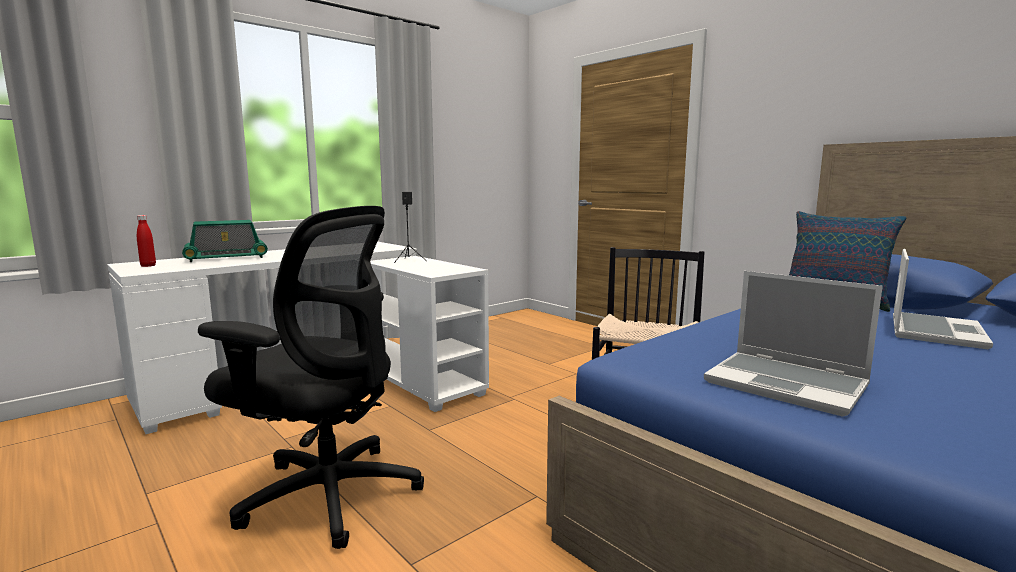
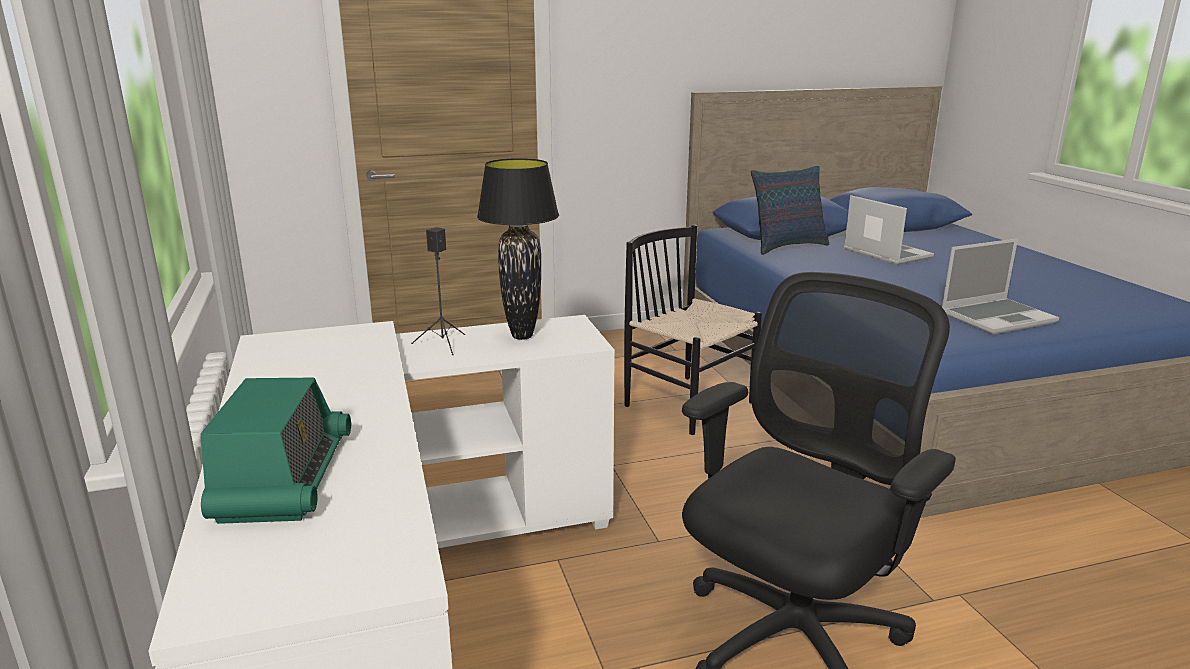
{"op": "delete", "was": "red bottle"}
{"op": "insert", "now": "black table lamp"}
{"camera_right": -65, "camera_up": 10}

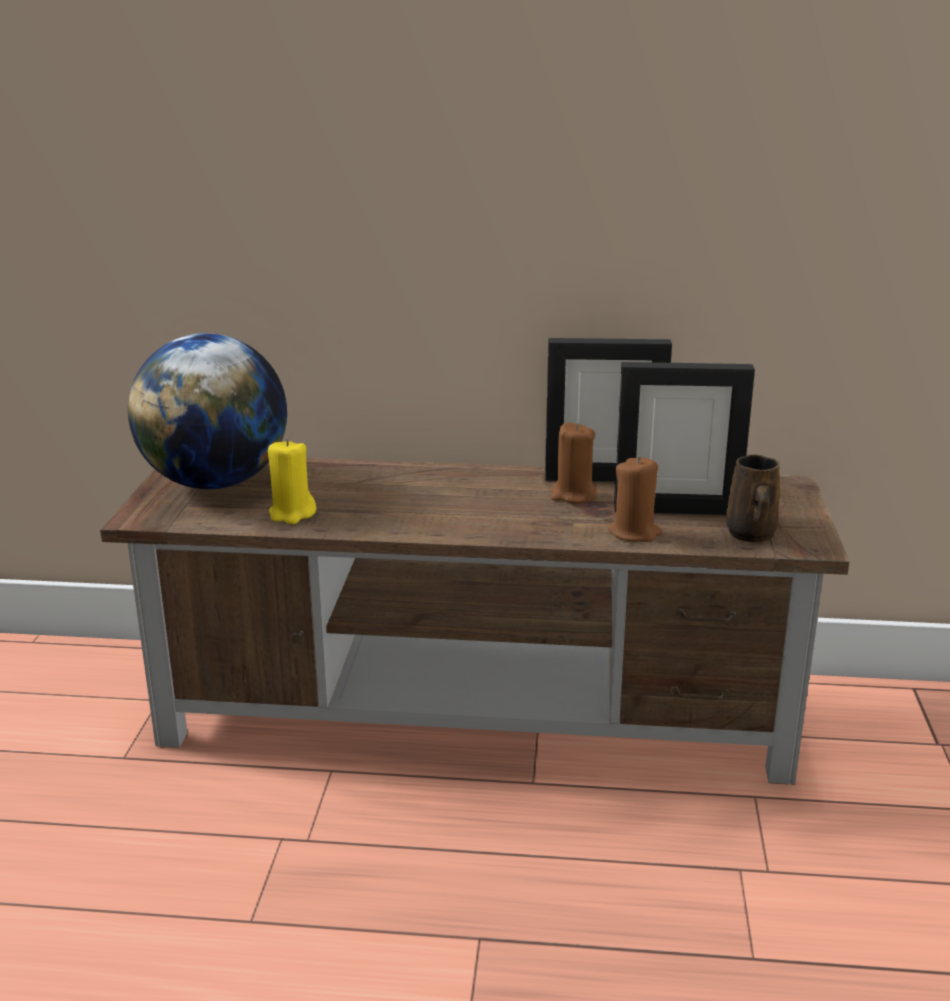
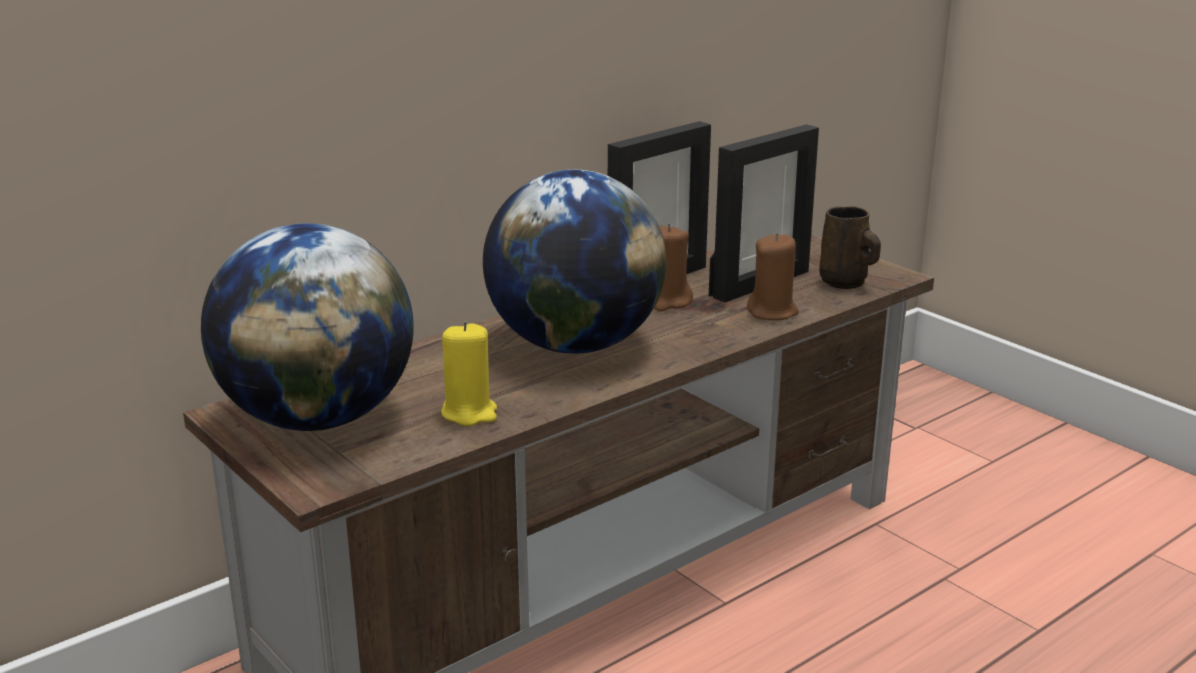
{"op": "insert", "now": "globe (2nd from left)"}
{"camera_right": -45, "camera_up": 0}

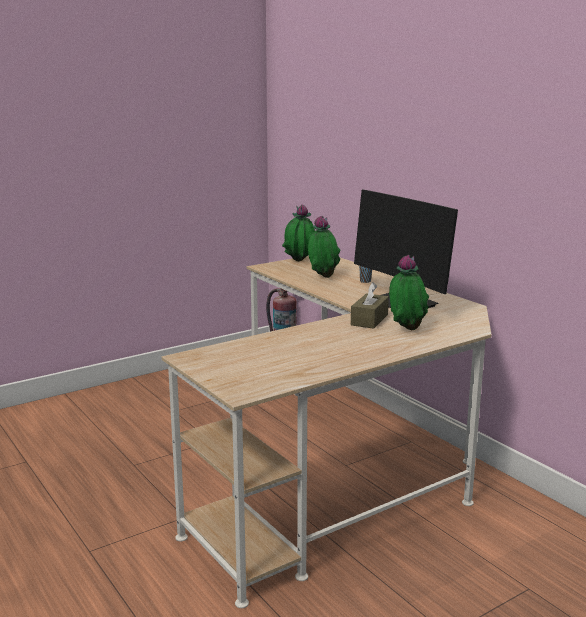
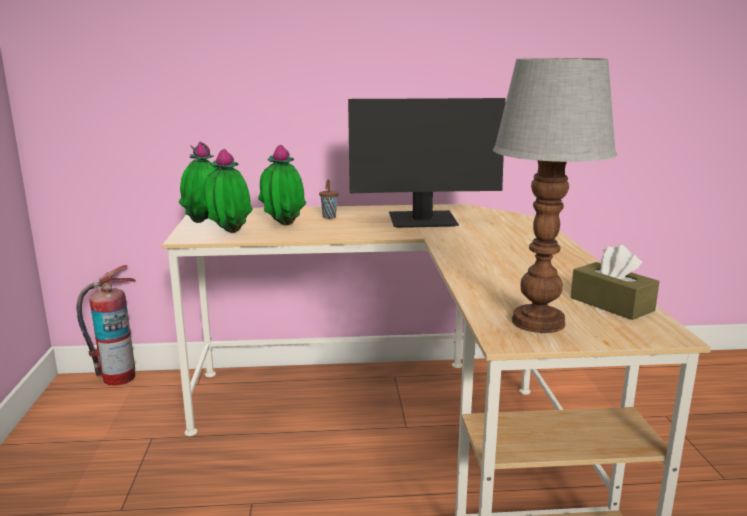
{"op": "move", "was": "potted plant (3rd from left in the first image)", "now": "potted plant (2nd from left)"}
{"op": "move", "was": "brown tissue box"}
{"op": "insert", "now": "table lamp"}
{"camera_right": -60, "camera_up": 0}

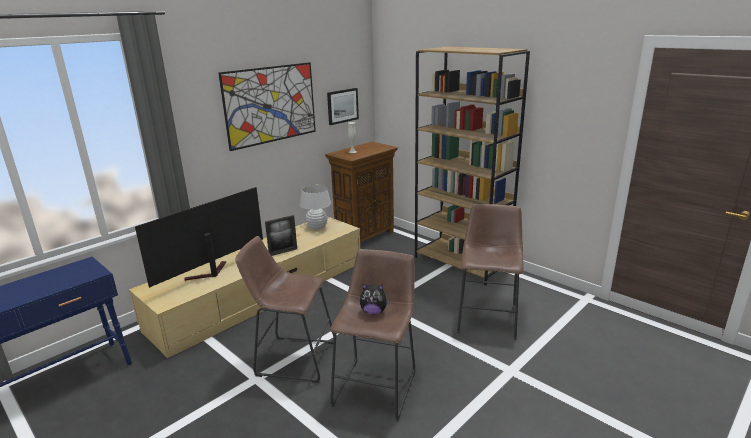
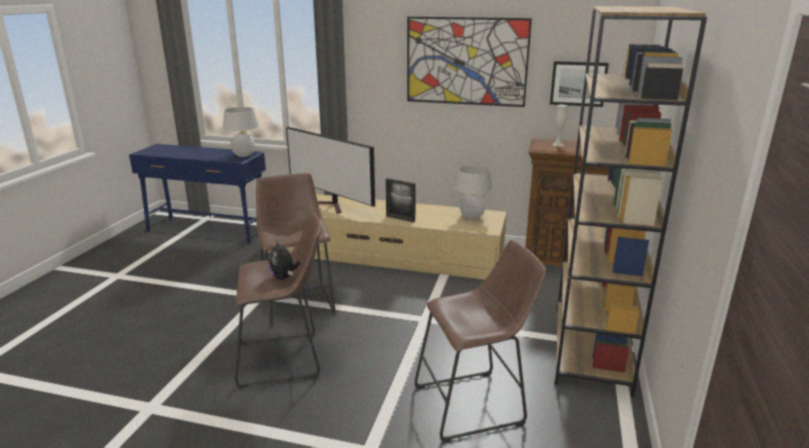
{"op": "rotate", "was": "television", "clockwise": -150}
{"op": "insert", "now": "white table lamp (1st from left)"}
{"camera_right": 60, "camera_up": 0}

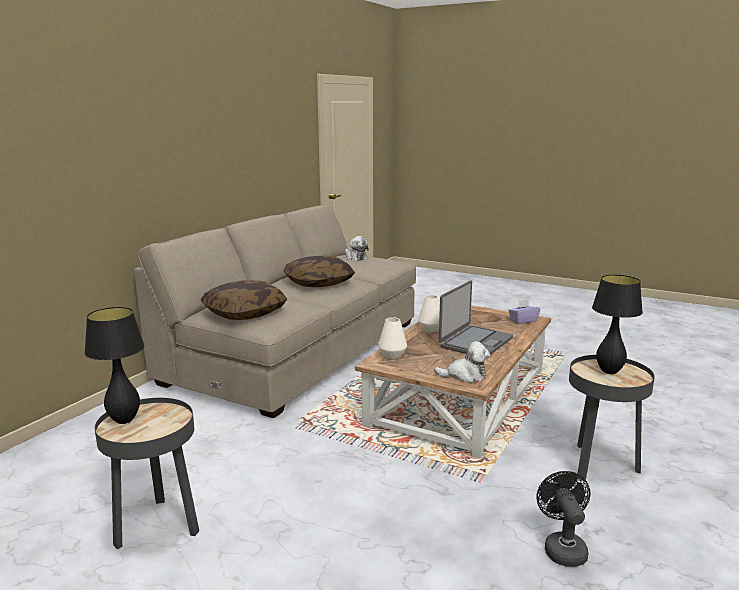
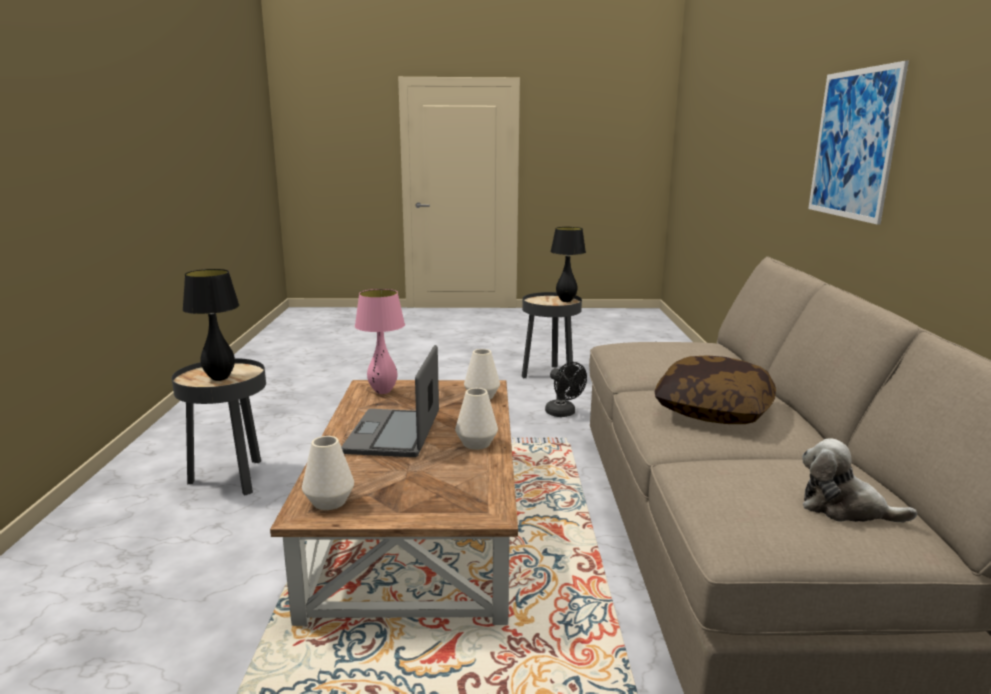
{"op": "delete", "was": "pillow (1st from left)"}
{"op": "replace", "was": "purple tissue box", "now": "white vase (1st from left)"}
{"op": "replace", "was": "plush toy (2nd from left)", "now": "pink table lamp"}
{"op": "move", "was": "black fan"}
{"op": "insert", "now": "picture"}
{"camera_right": 150, "camera_up": 0}

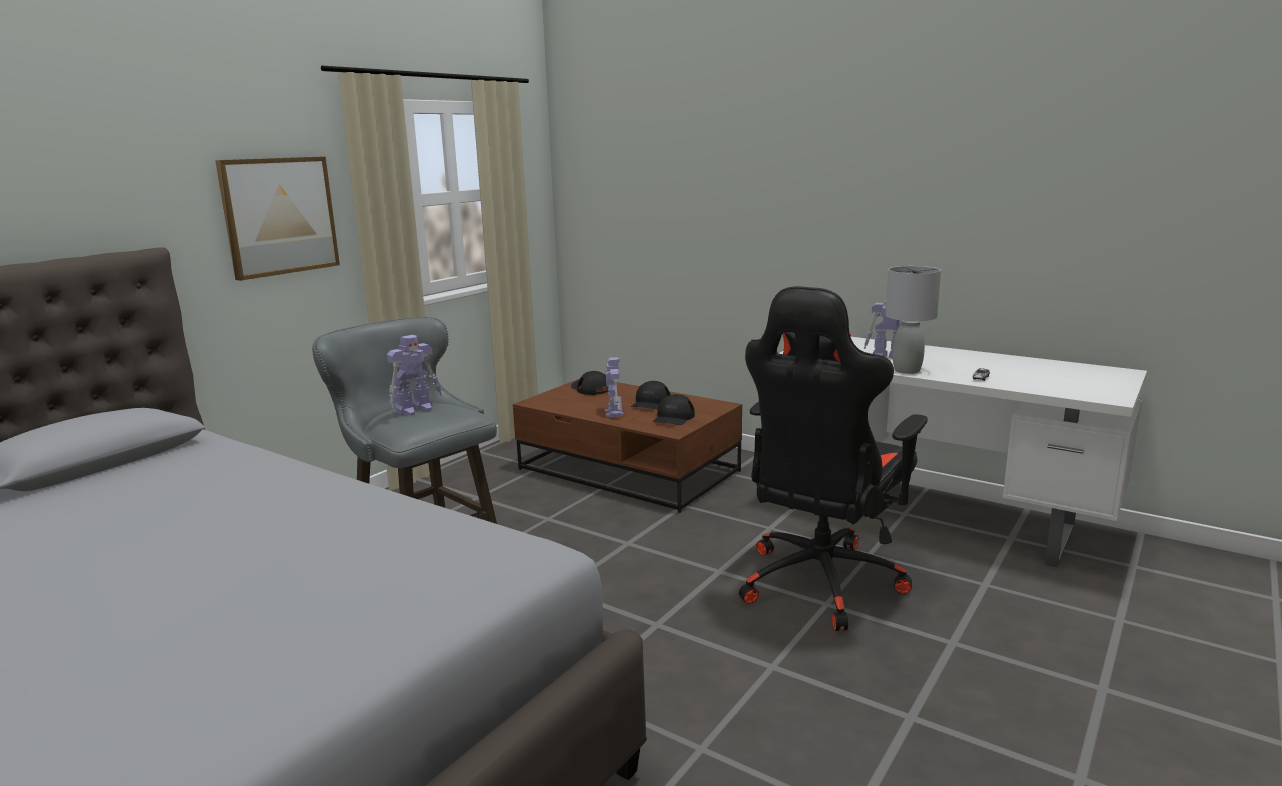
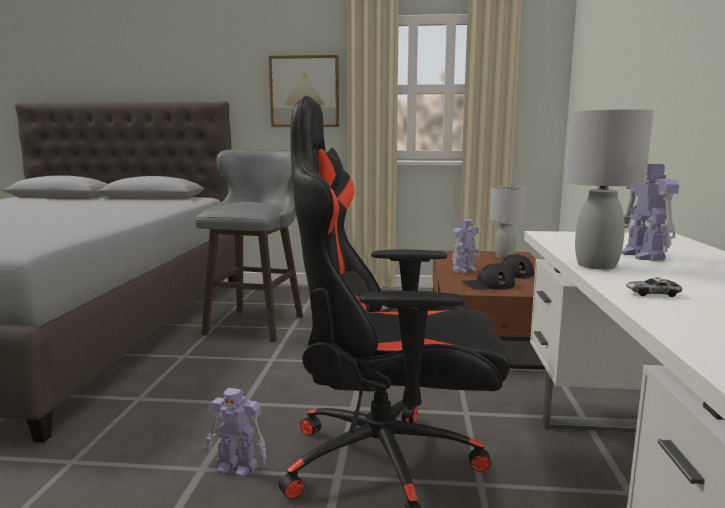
{"op": "move", "was": "toy robot (1st from left)"}
{"op": "replace", "was": "black cap (1st from left)", "now": "grey table lamp (1st from left)"}
{"camera_right": 60, "camera_up": -5}

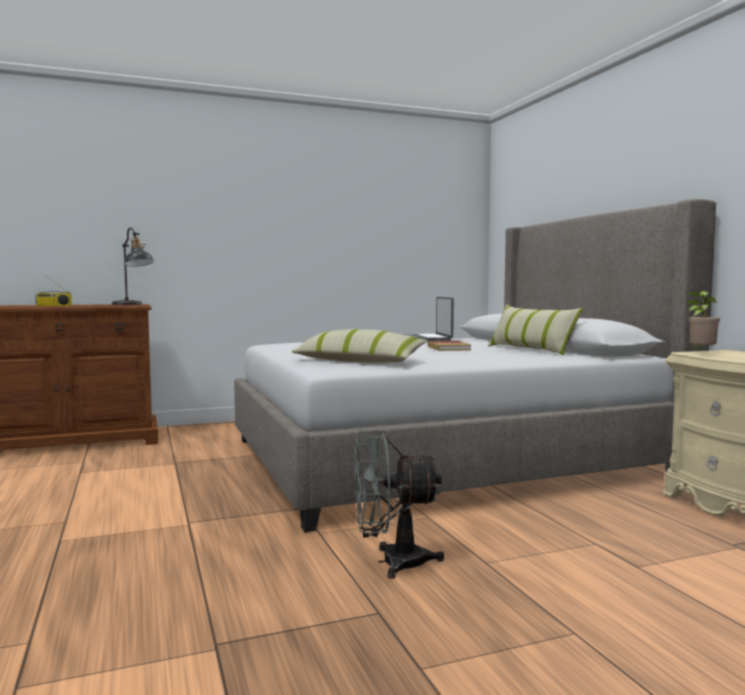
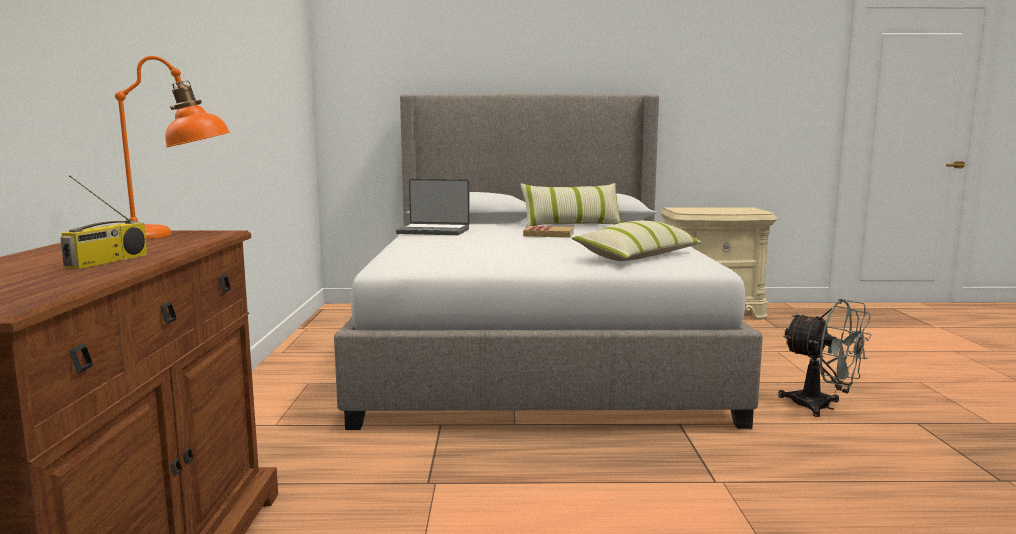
{"op": "recolor", "was": "grey table lamp", "now": "orange table lamp"}
{"op": "delete", "was": "potted plant"}
{"op": "rotate", "was": "grey fan", "clockwise": -60}
{"camera_right": -70, "camera_up": 5}

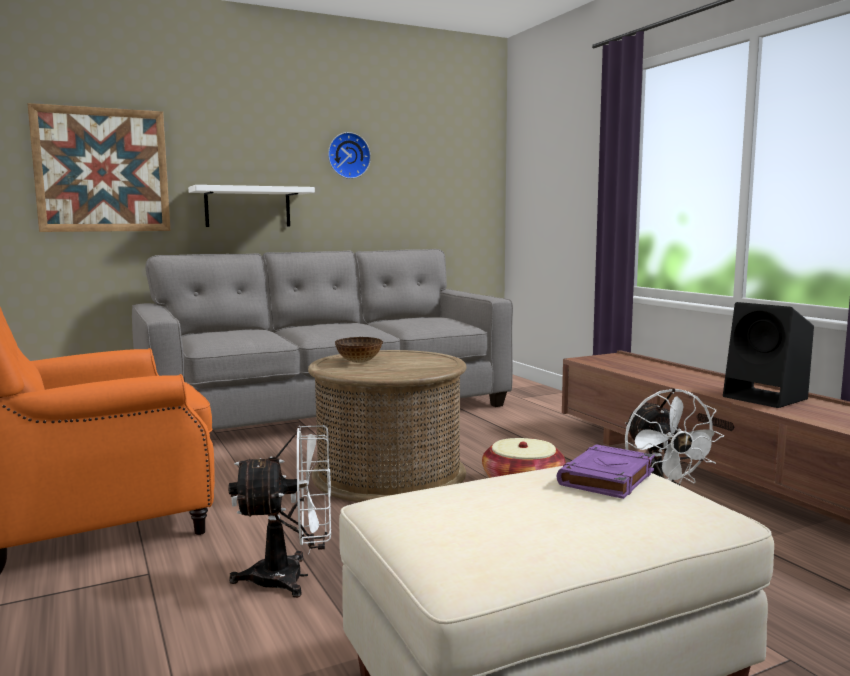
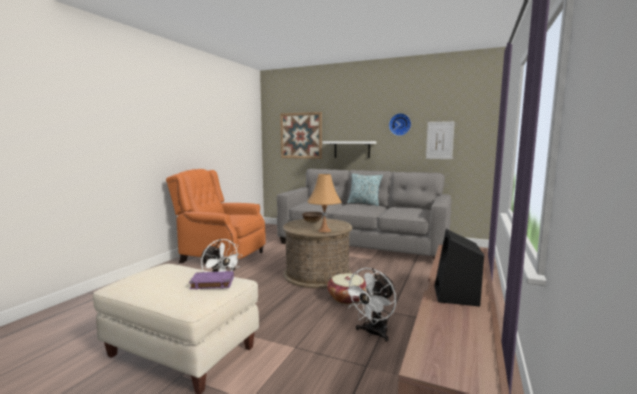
{"op": "insert", "now": "picture (2nd from left)"}
{"op": "insert", "now": "orange table lamp"}
{"op": "insert", "now": "pillow"}
{"camera_right": 50, "camera_up": 0}

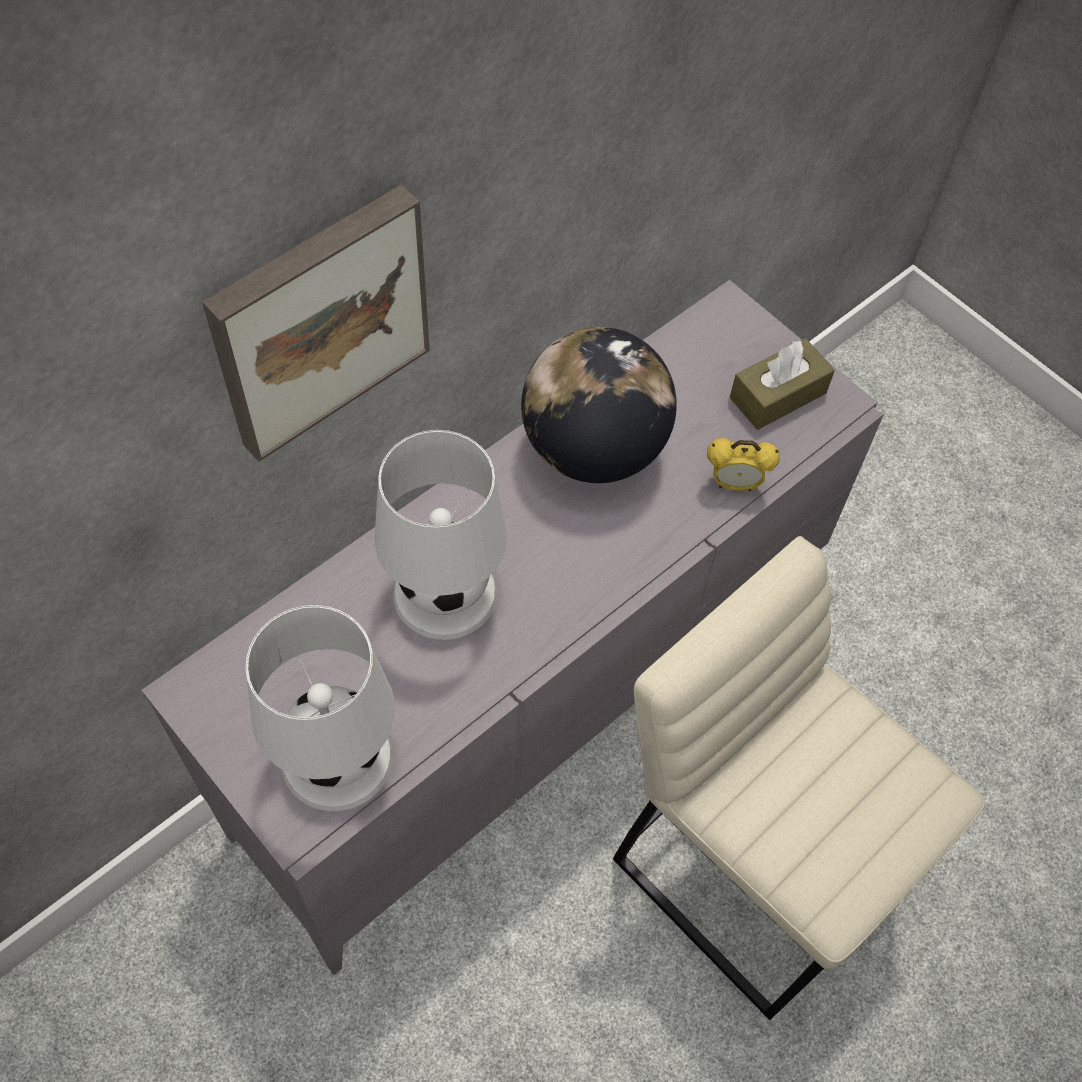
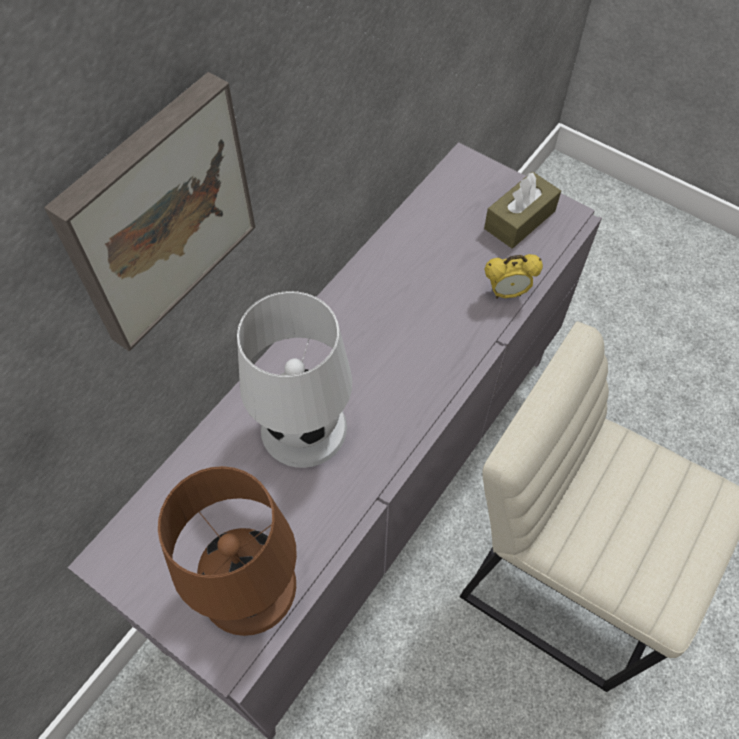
{"op": "delete", "was": "globe"}
{"op": "recolor", "was": "white table lamp (1st from left)", "now": "brown table lamp"}
{"camera_right": -10, "camera_up": 0}

